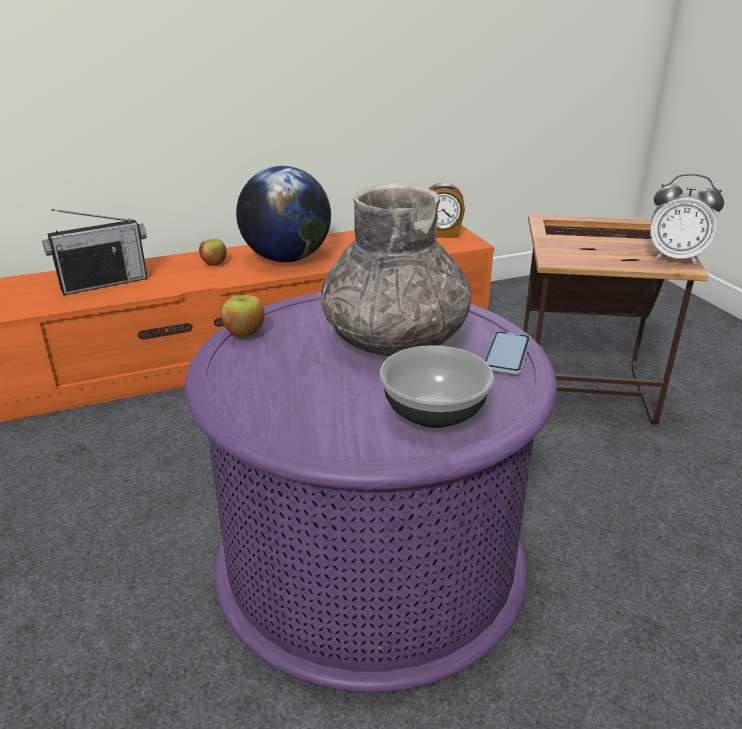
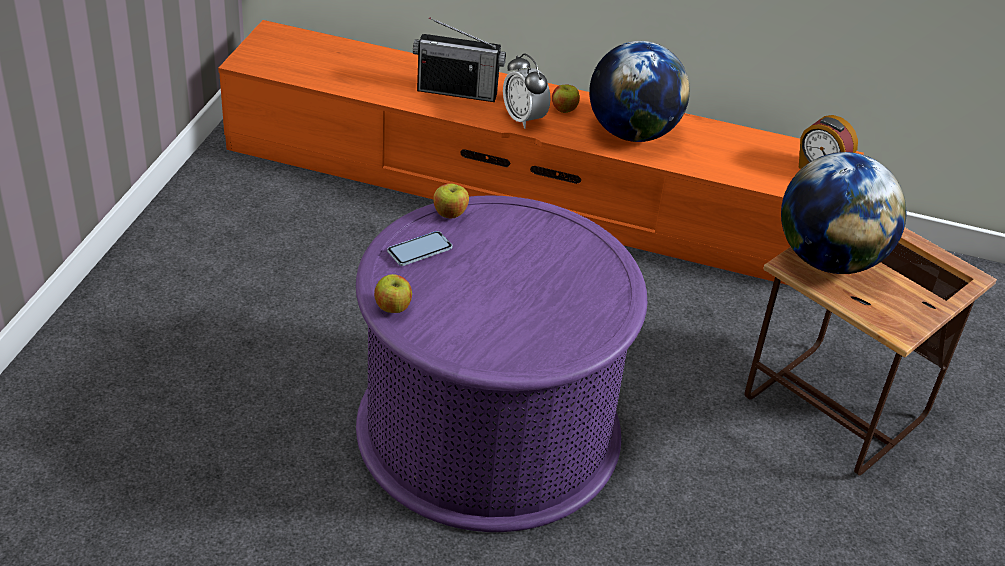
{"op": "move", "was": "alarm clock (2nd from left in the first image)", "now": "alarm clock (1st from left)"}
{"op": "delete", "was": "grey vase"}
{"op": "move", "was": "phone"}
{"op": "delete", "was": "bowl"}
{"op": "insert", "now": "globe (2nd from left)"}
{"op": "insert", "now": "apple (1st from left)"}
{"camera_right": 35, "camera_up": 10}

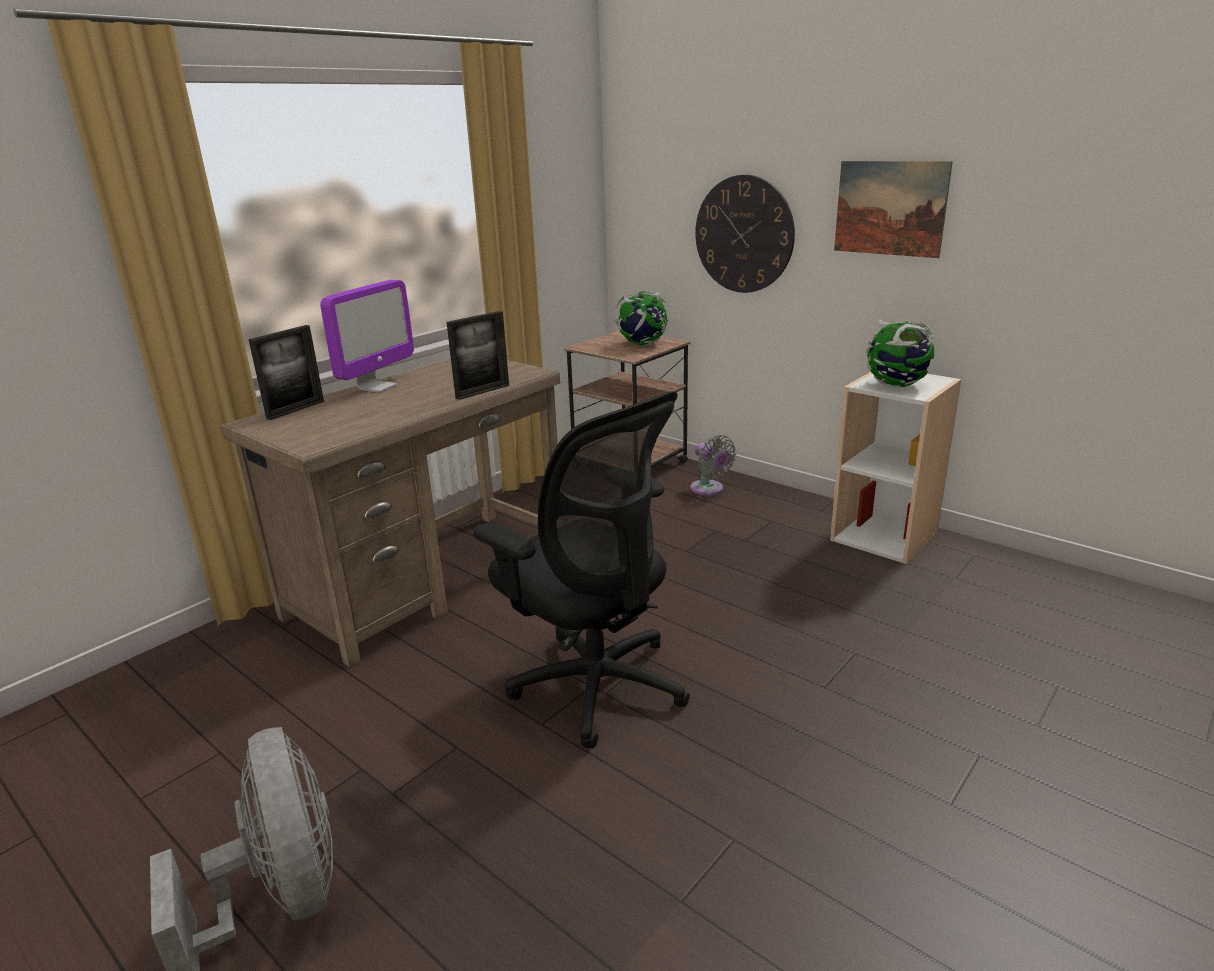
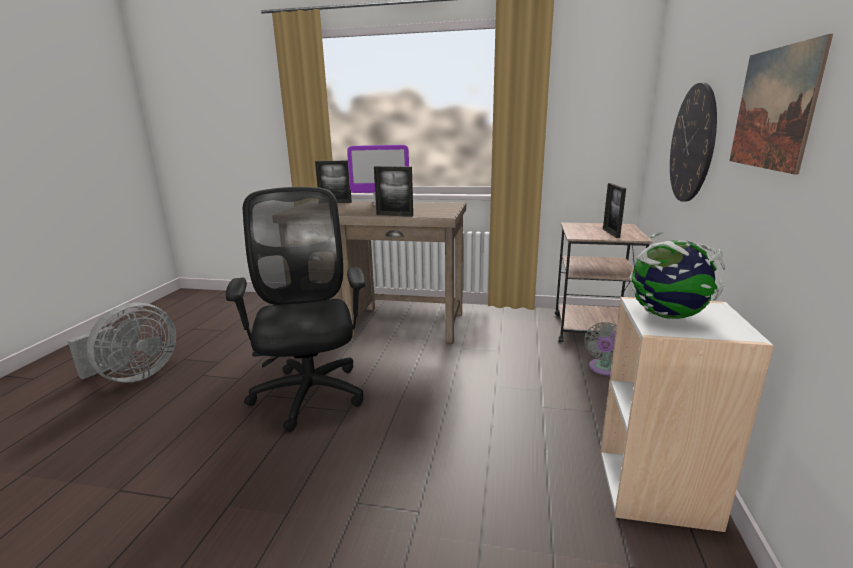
{"op": "replace", "was": "globe (1st from left)", "now": "picture frame (3rd from left)"}
{"op": "rotate", "was": "black office chair", "clockwise": 150}
{"camera_right": 60, "camera_up": -5}

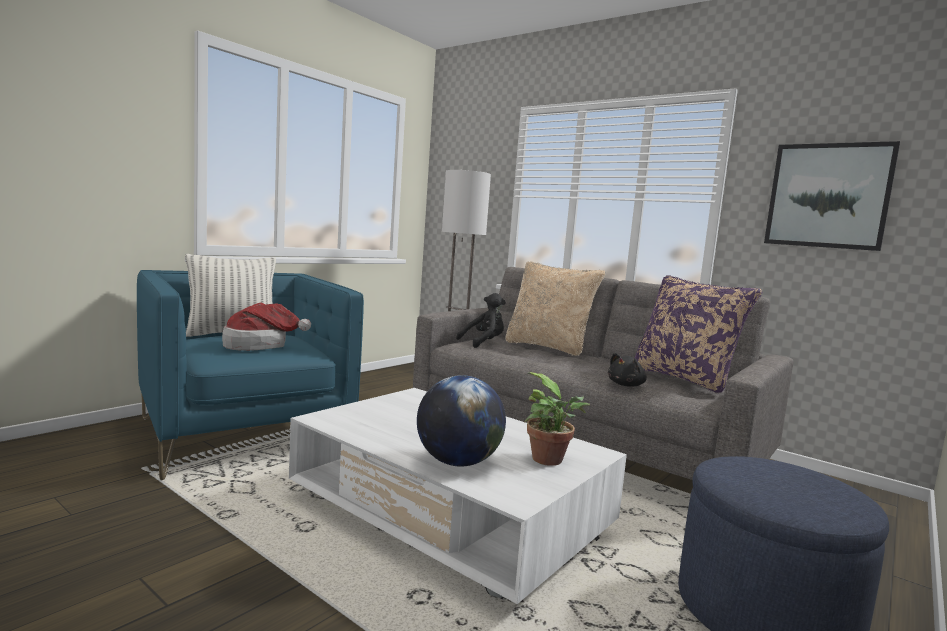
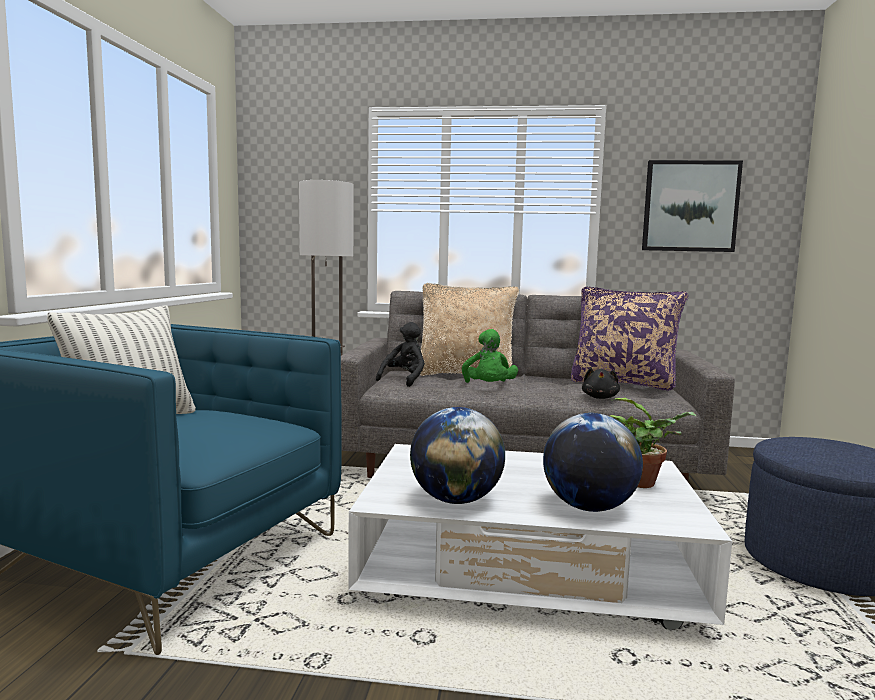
{"op": "delete", "was": "hat"}
{"op": "insert", "now": "green plush toy"}
{"op": "insert", "now": "globe (1st from left)"}
{"camera_right": -30, "camera_up": 0}

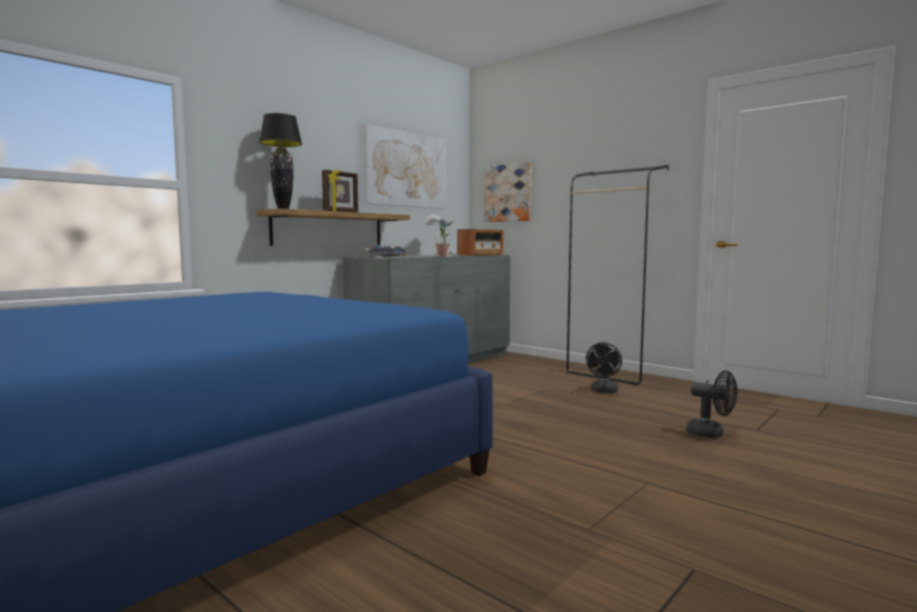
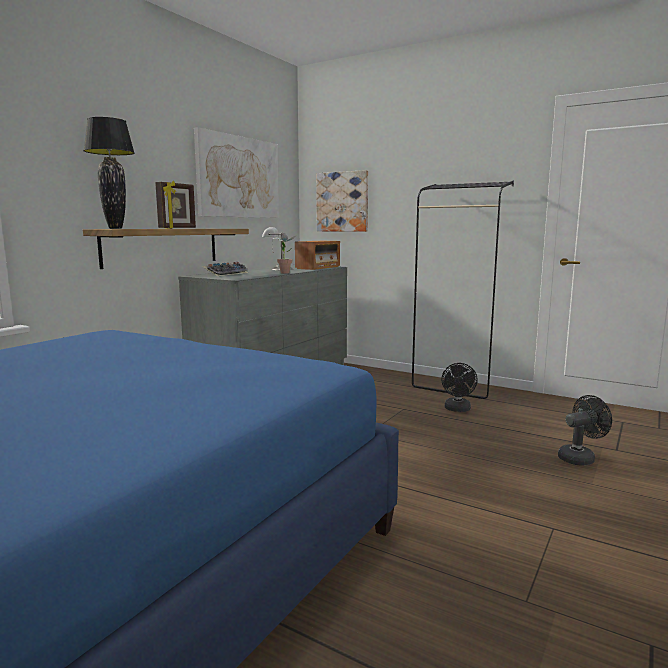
{"op": "rotate", "was": "black fan (2nd from left)", "clockwise": -45}
{"camera_right": -10, "camera_up": 5}

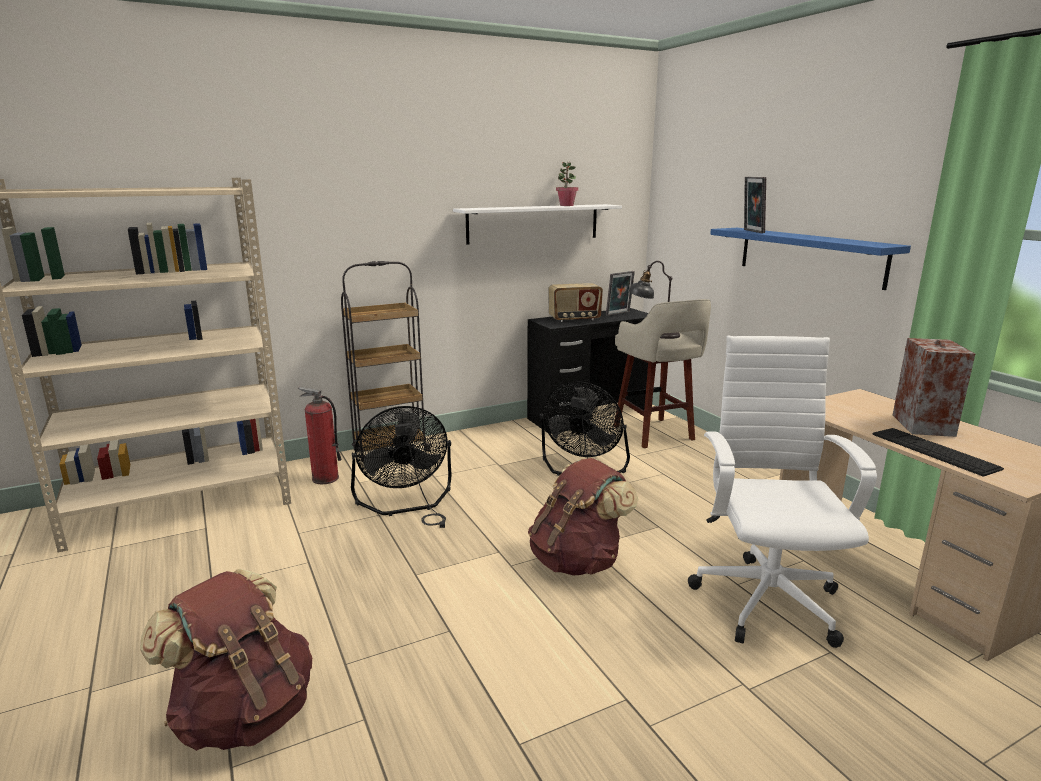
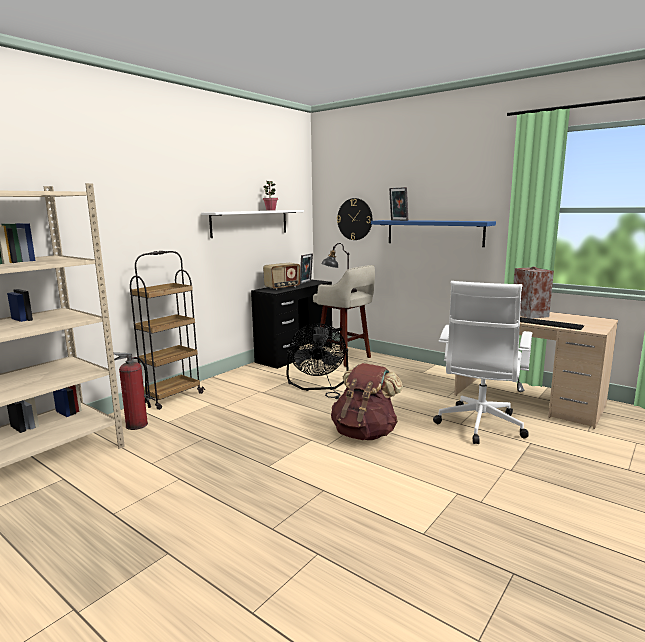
{"op": "rotate", "was": "white office chair", "clockwise": -135}
{"op": "delete", "was": "black fan (1st from left)"}
{"op": "delete", "was": "brown backpack (1st from left)"}
{"op": "insert", "now": "wall clock"}
{"camera_right": -25, "camera_up": -5}

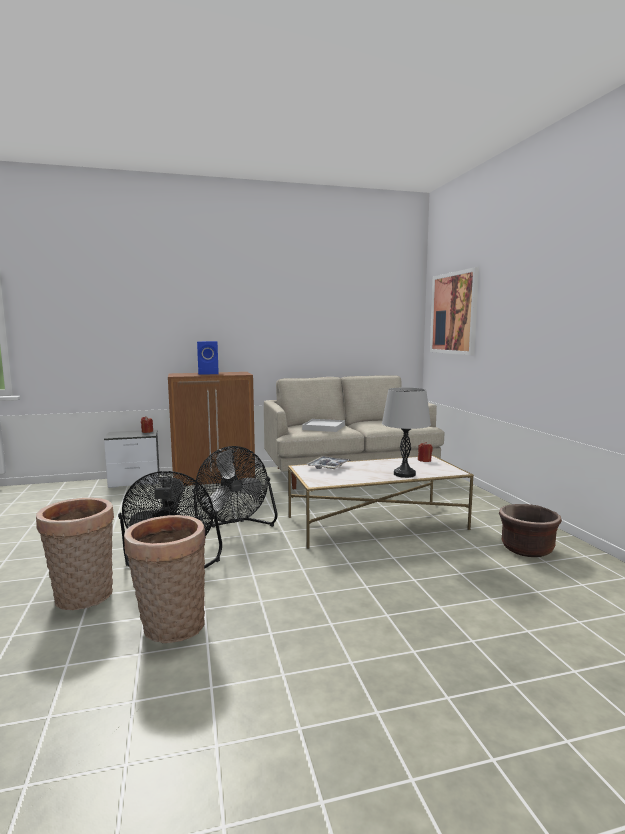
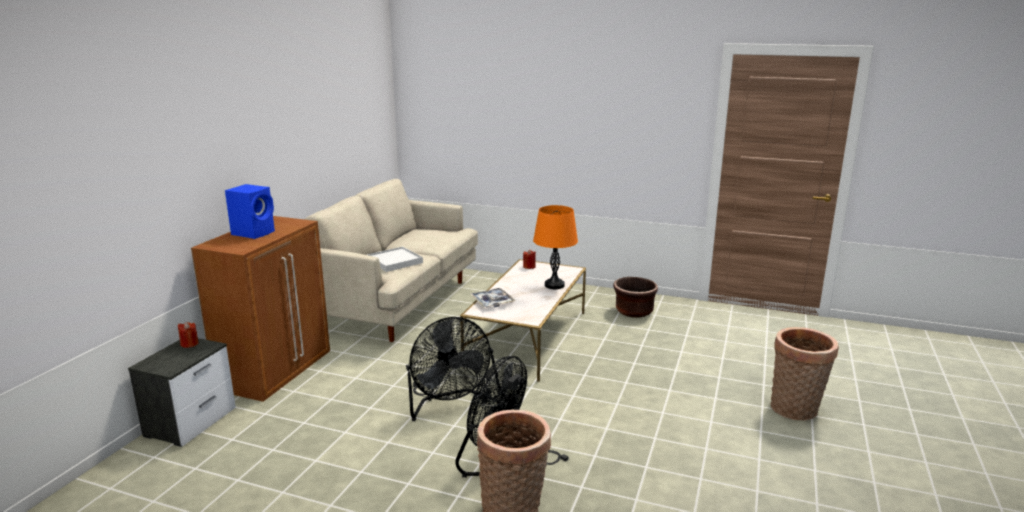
{"op": "delete", "was": "picture"}
{"op": "recolor", "was": "grey table lamp", "now": "orange table lamp"}
{"op": "rotate", "was": "black fan (2nd from left in the first image)", "clockwise": 60}
{"op": "move", "was": "basket (2nd from left)"}
{"camera_right": -55, "camera_up": 10}

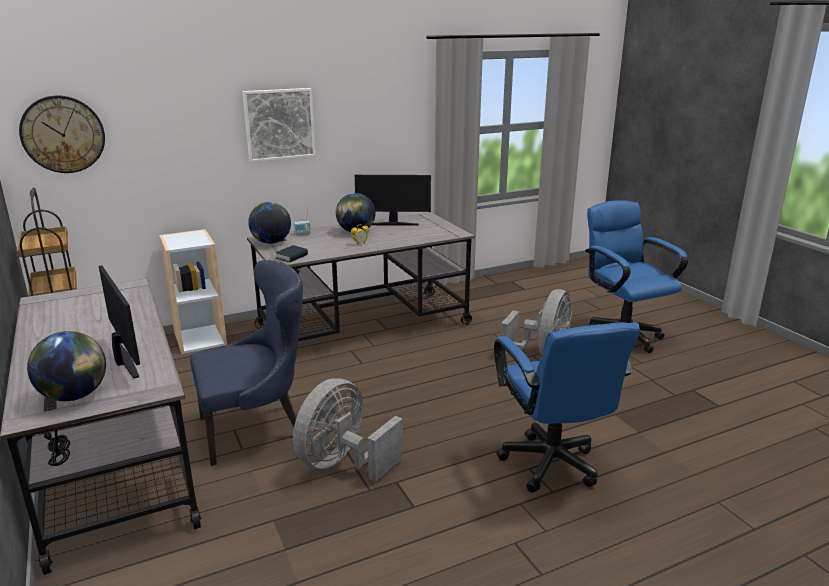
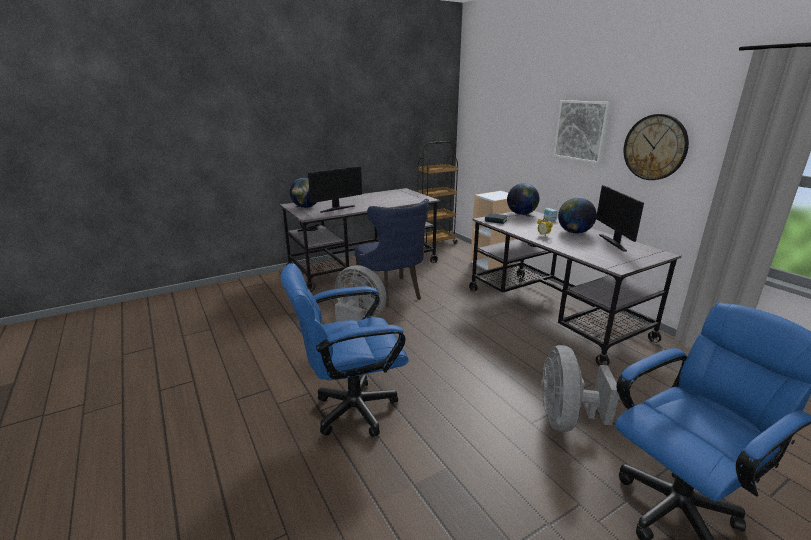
{"op": "move", "was": "wall clock"}
{"op": "rotate", "was": "grey fan (2nd from left)", "clockwise": 75}
{"camera_right": 85, "camera_up": 0}

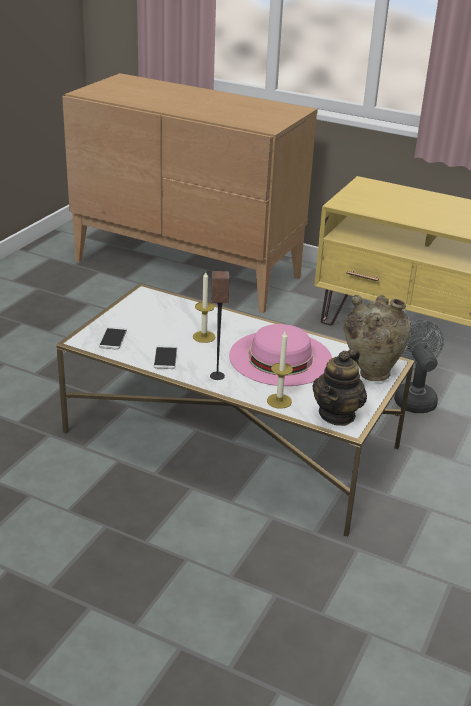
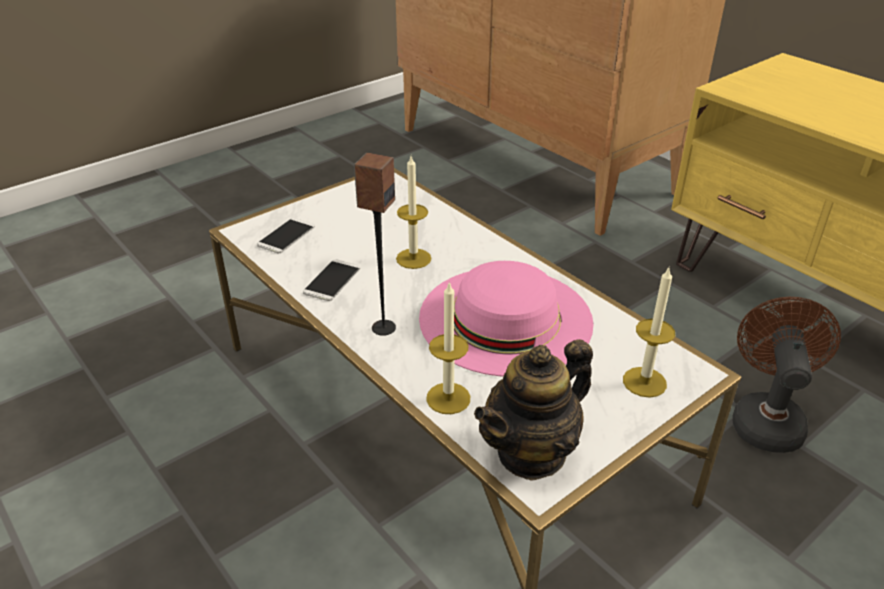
{"op": "replace", "was": "beige vase", "now": "candle (3rd from left)"}
{"op": "recolor", "was": "grey fan", "now": "brown fan"}
{"camera_right": 25, "camera_up": 5}

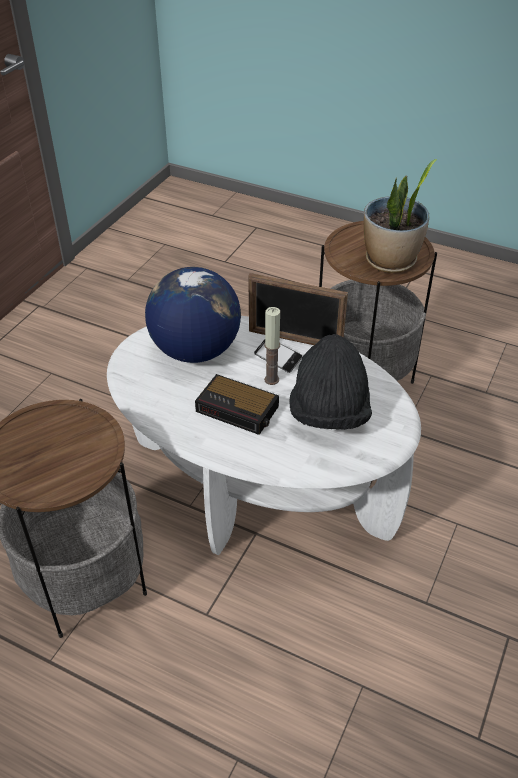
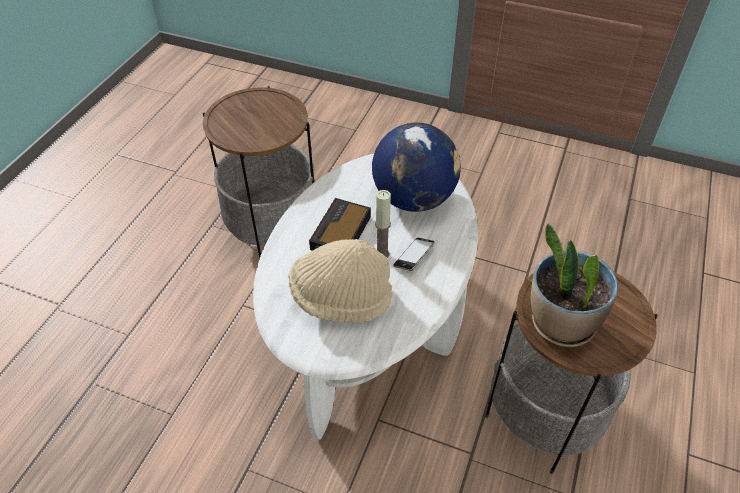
{"op": "delete", "was": "picture frame"}
{"op": "recolor", "was": "black hat", "now": "beige hat"}
{"camera_right": 85, "camera_up": 5}

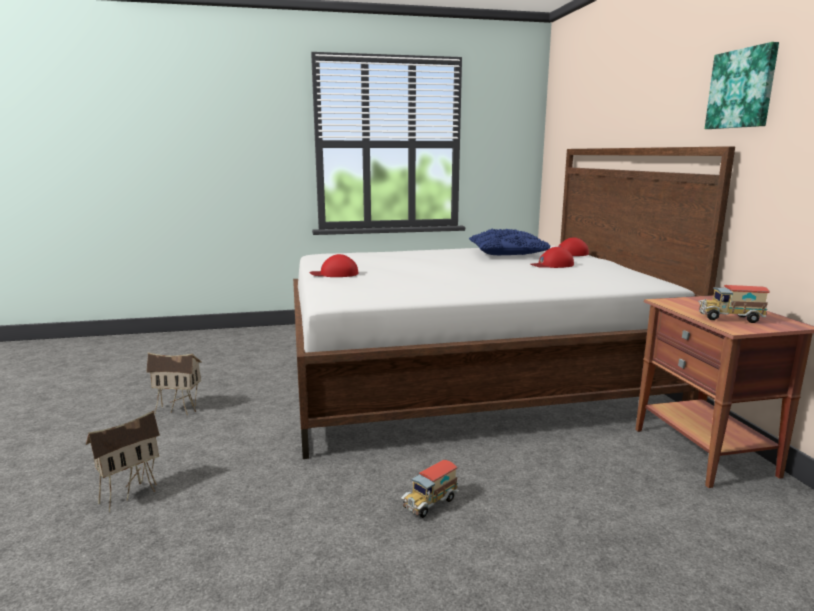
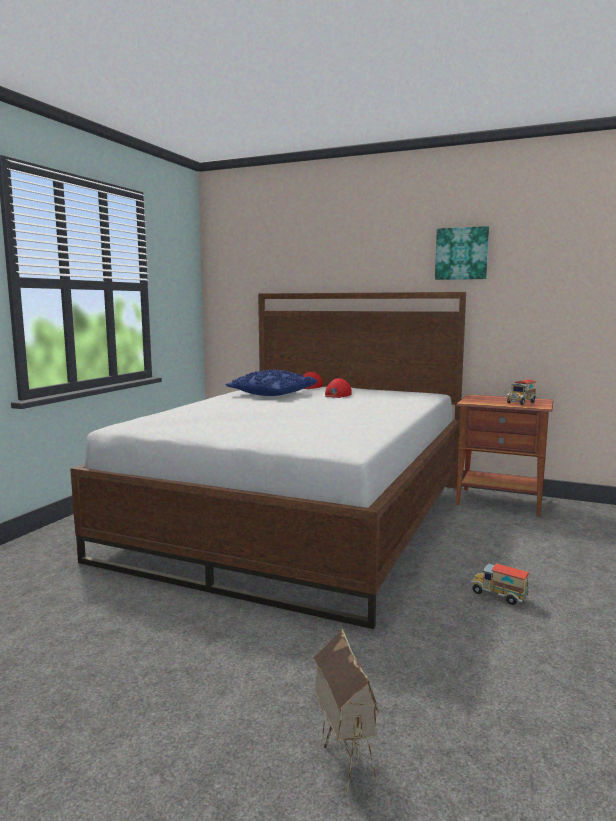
{"op": "delete", "was": "red cap (1st from left)"}
{"op": "delete", "was": "toy house (2nd from left)"}
{"op": "rotate", "was": "toy truck (1st from left)", "clockwise": 135}
{"camera_right": -55, "camera_up": -5}

